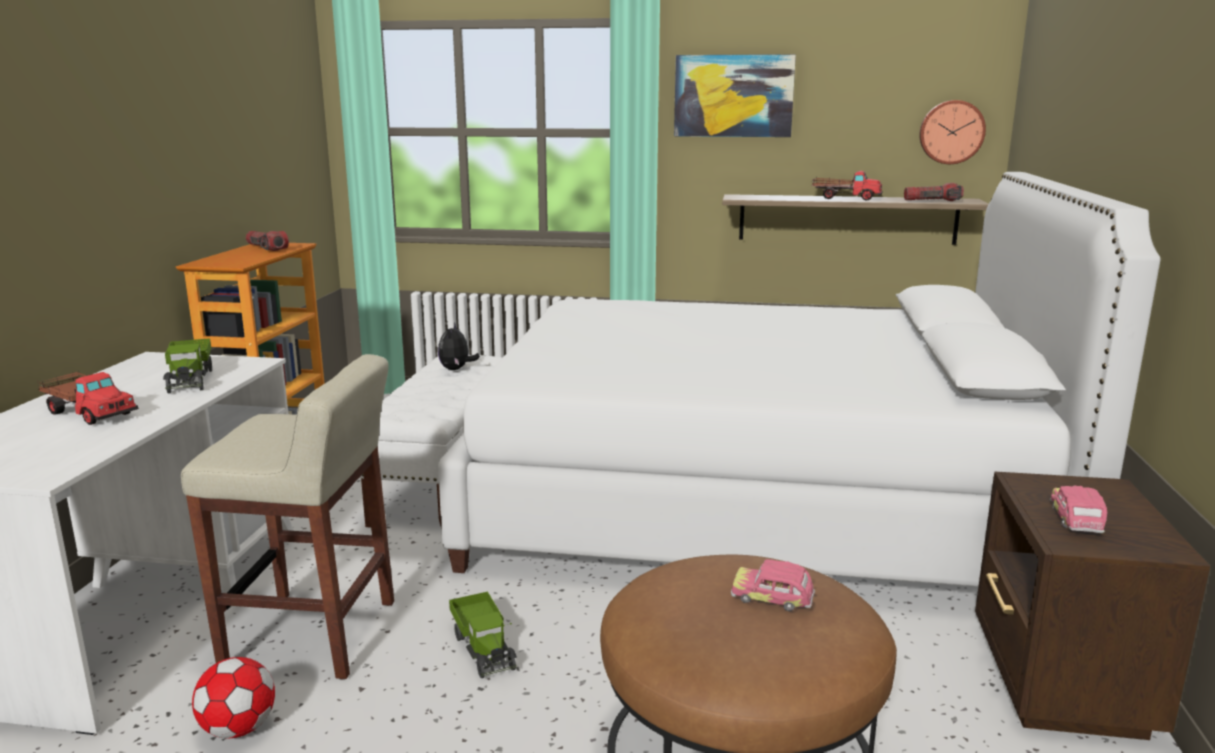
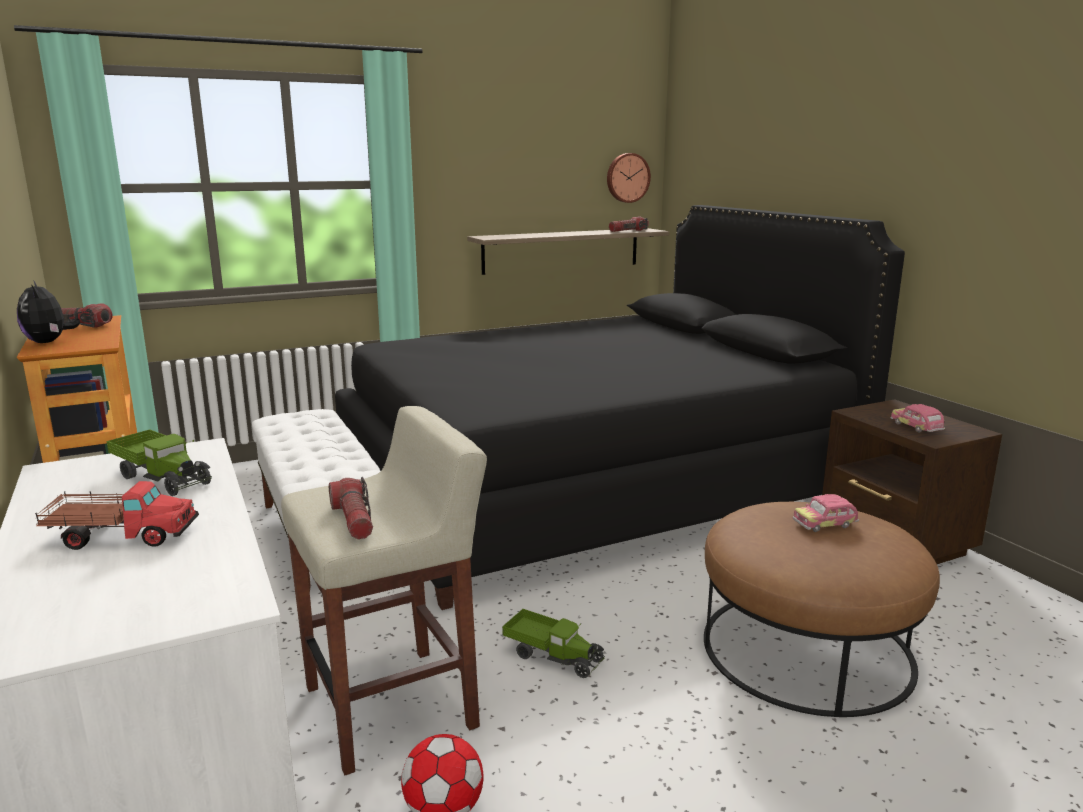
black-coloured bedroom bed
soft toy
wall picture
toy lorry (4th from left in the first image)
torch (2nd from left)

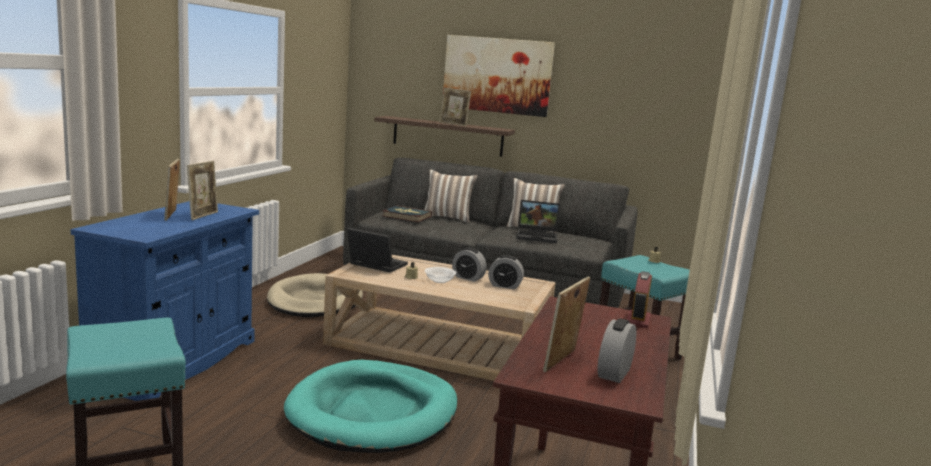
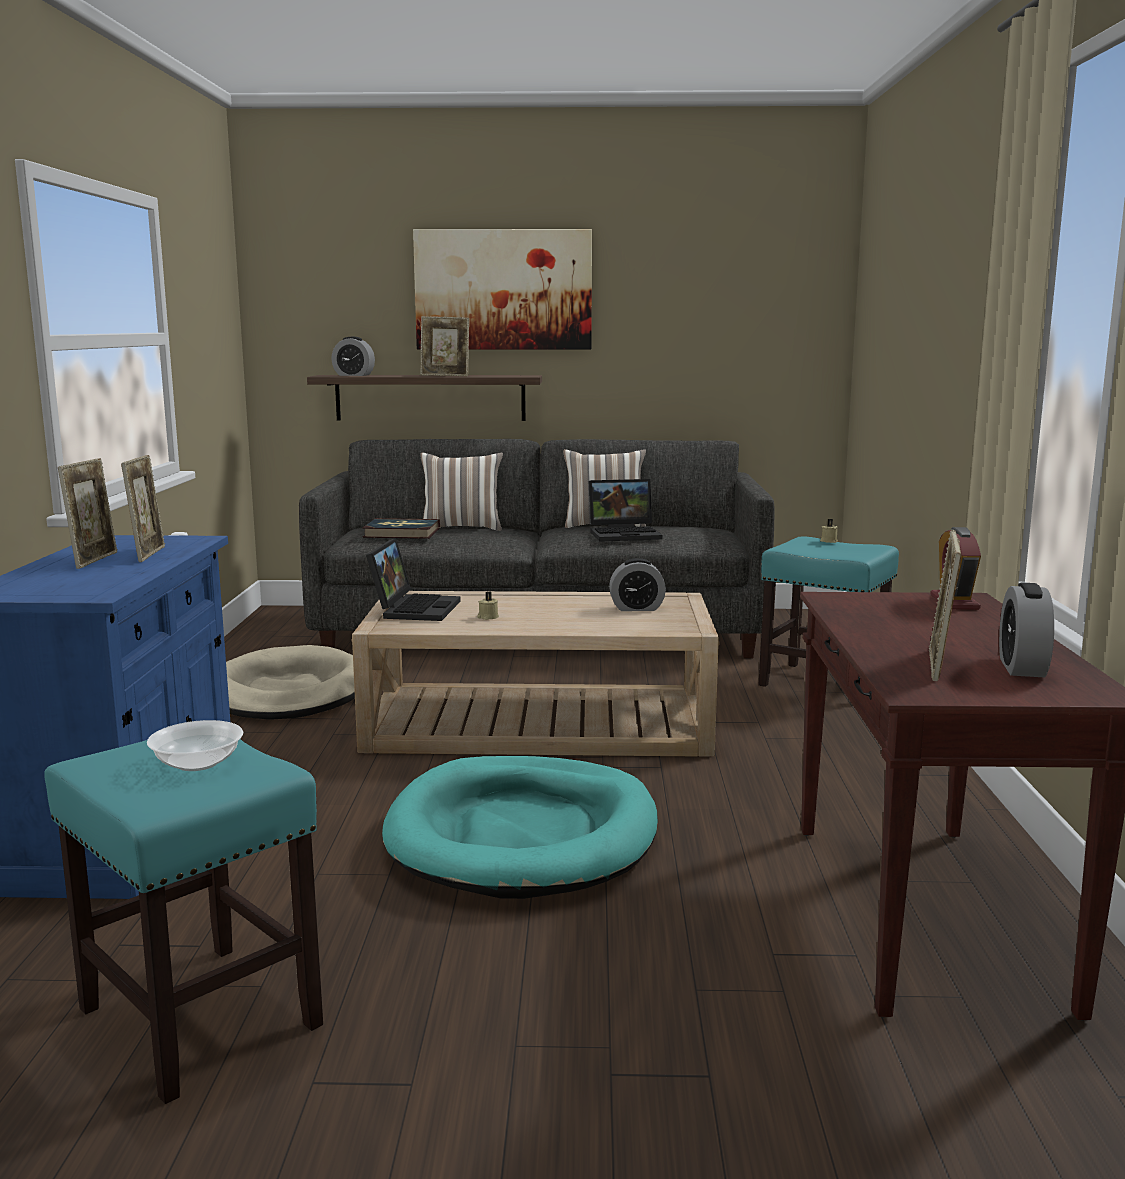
photo frame (1st from left)
laptop (1st from left)
bowl
table clock (1st from left)

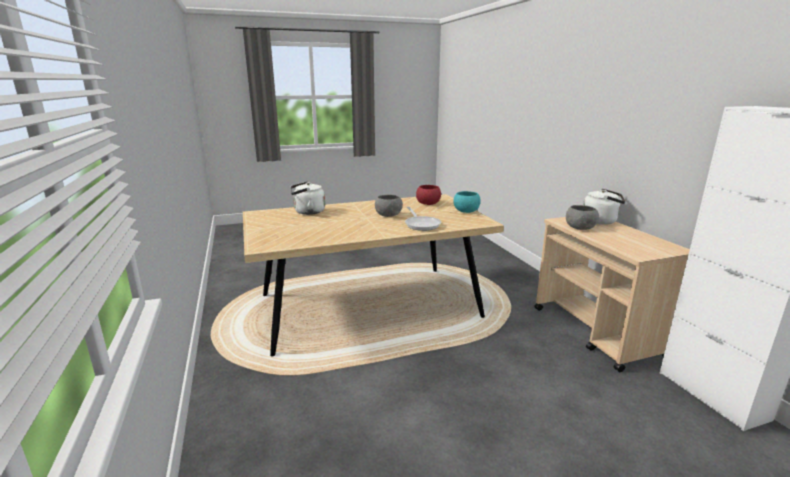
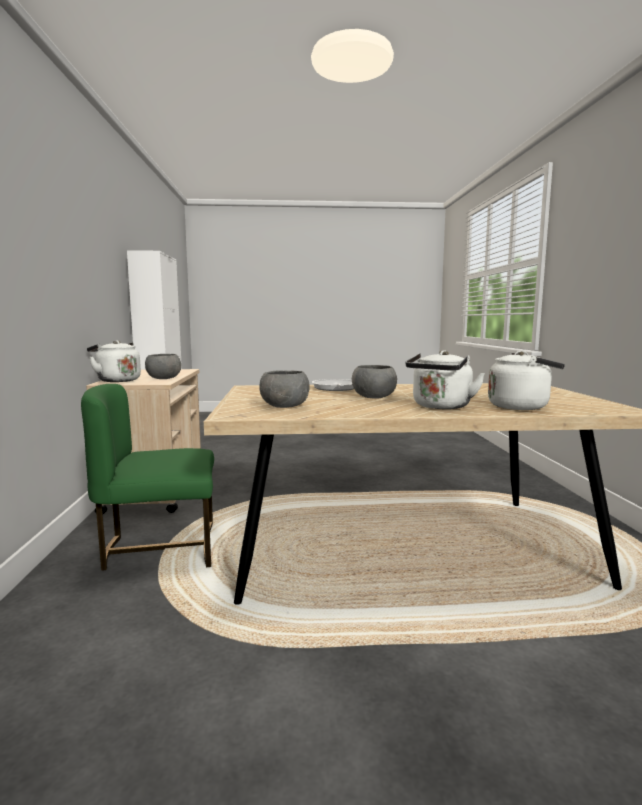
gray bowl (2nd from left)
blue-green bowl
green-coloured plain chair
white-coloured water kettle (2nd from left)

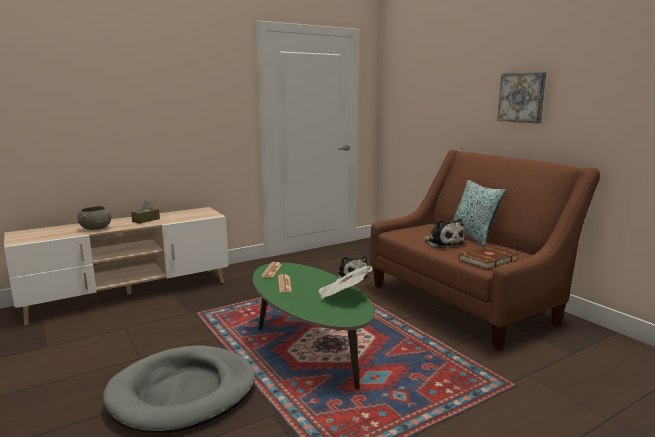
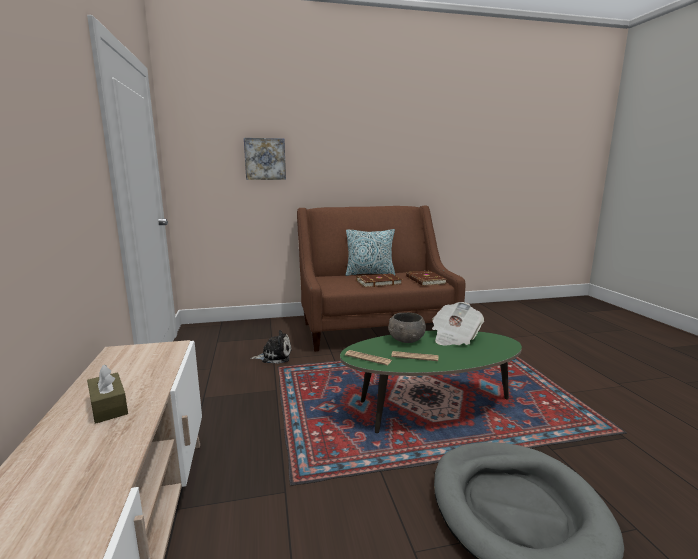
gray bowl
brownish volume (1st from left)
wall picture

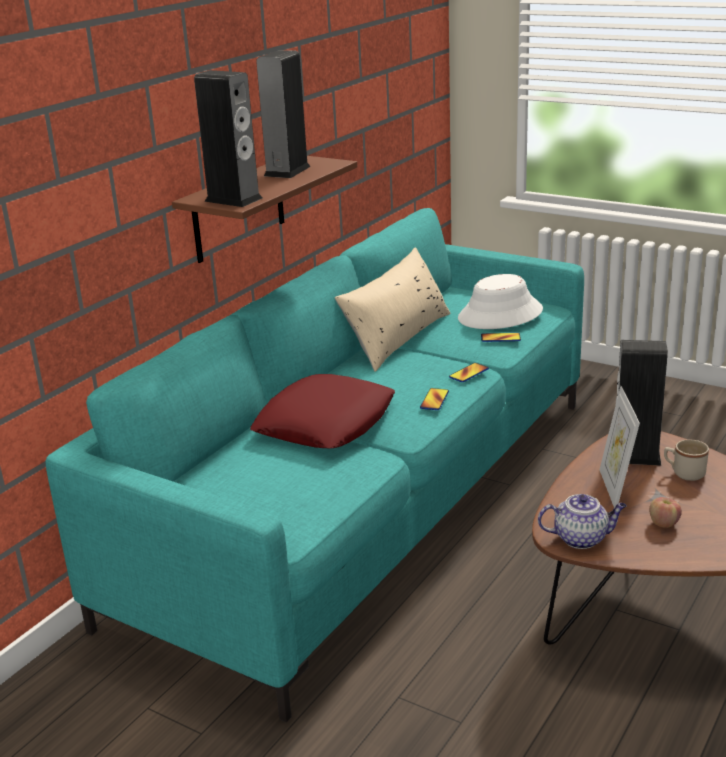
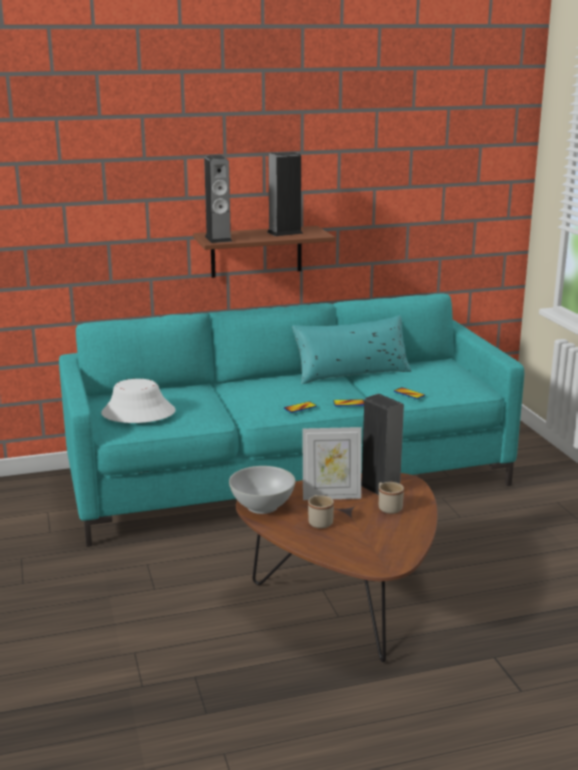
reddish cushion
blue-green cushion
white-coloured clothing hat
white-coloured bowl
photo frame
beige coffee mug (1st from left)

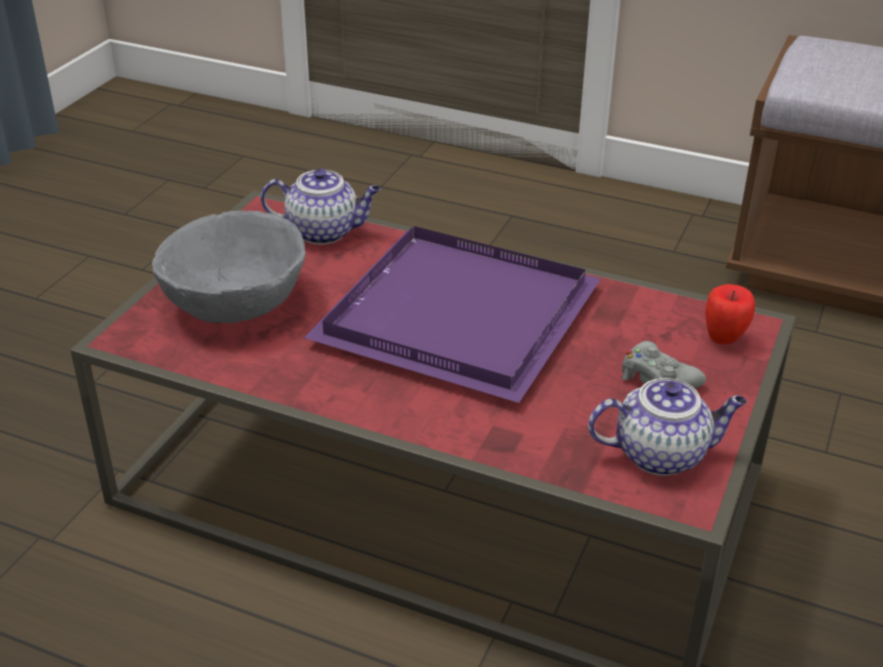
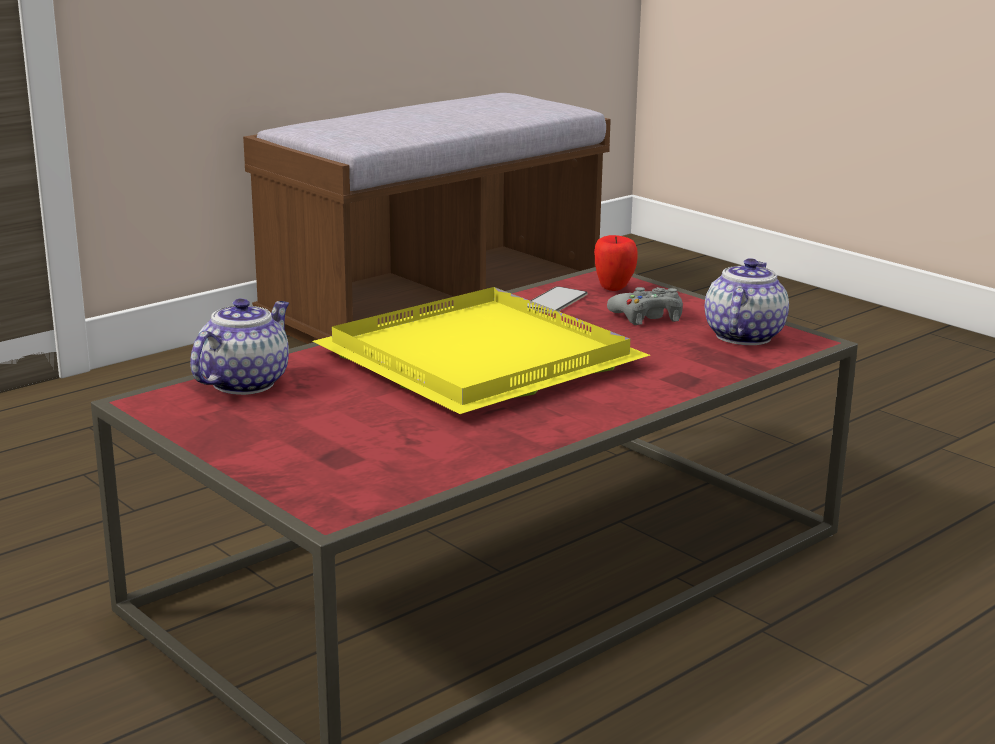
gray bowl
yellow-coloured tray
telephone

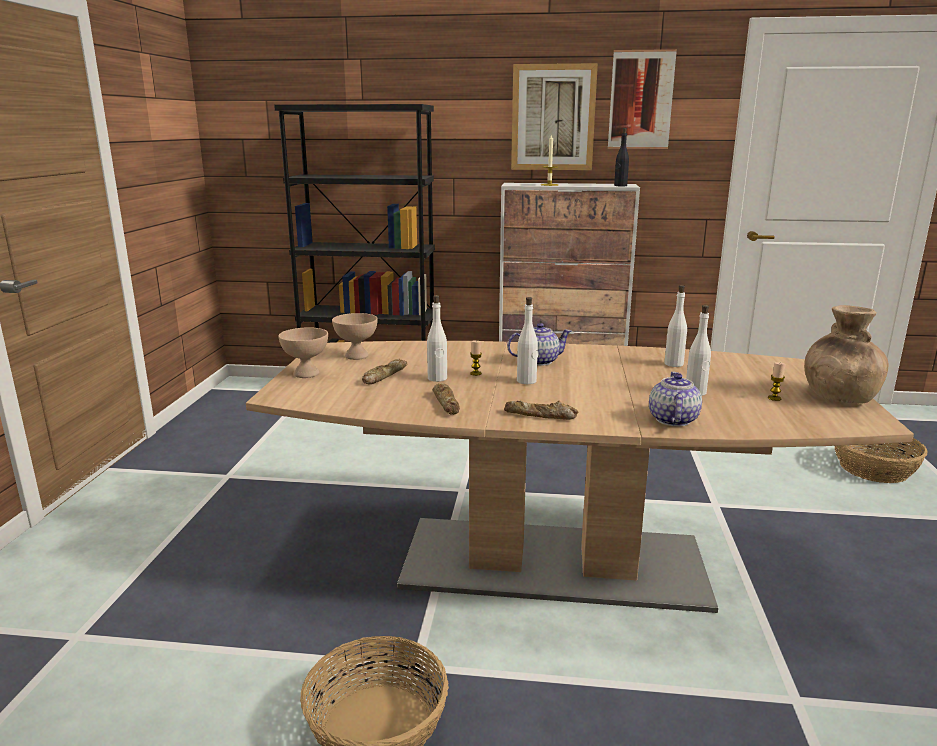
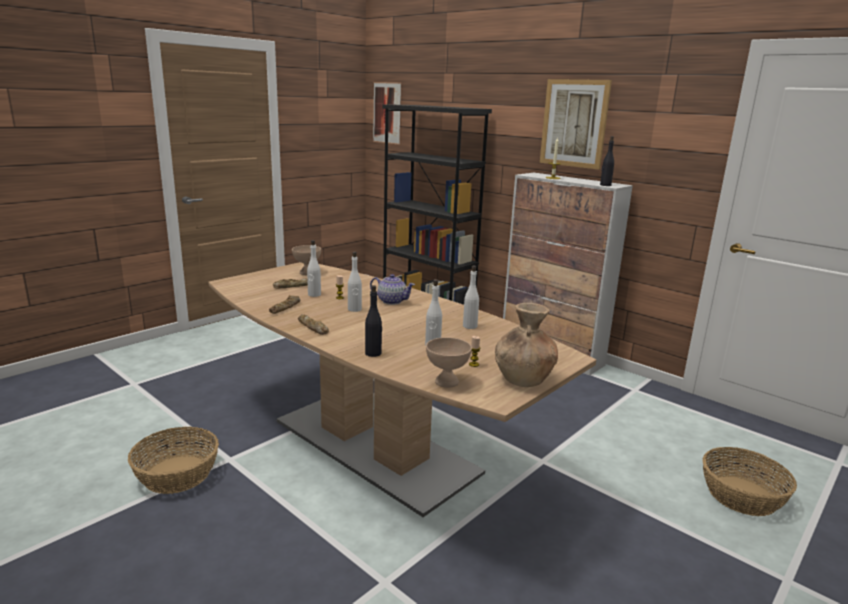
beige bowl (2nd from left)
wall picture (1st from left)
black-coloured beverage bottle (1st from left)

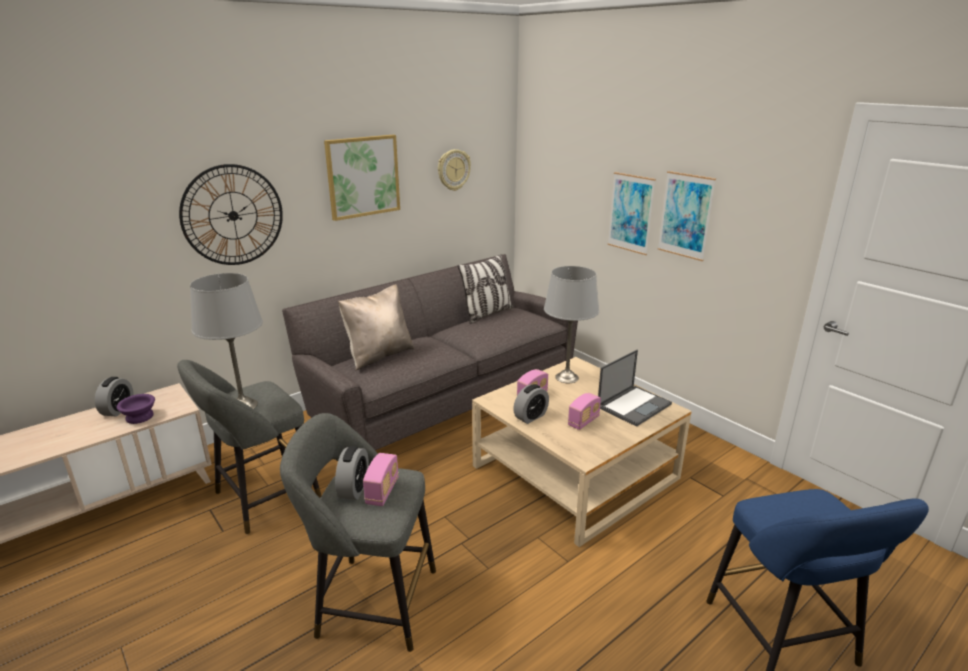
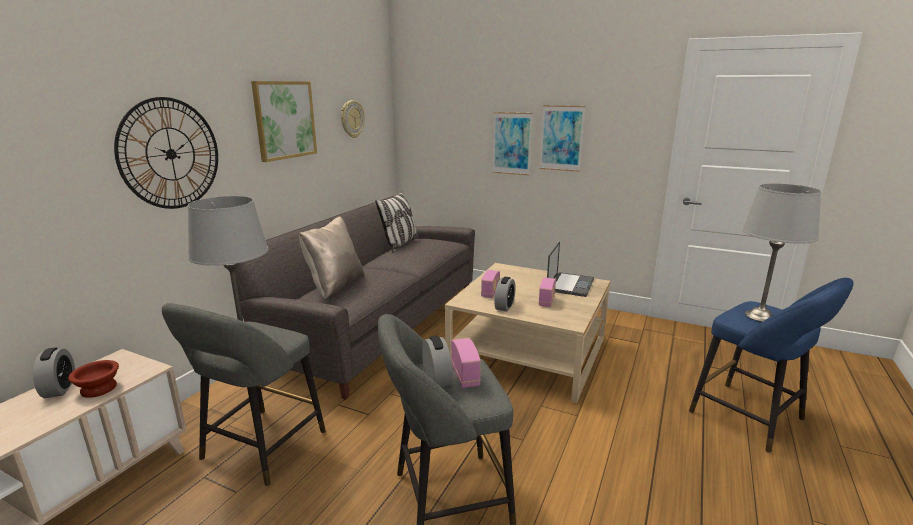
brownish bowl
gray tabletop lamp (2nd from left)

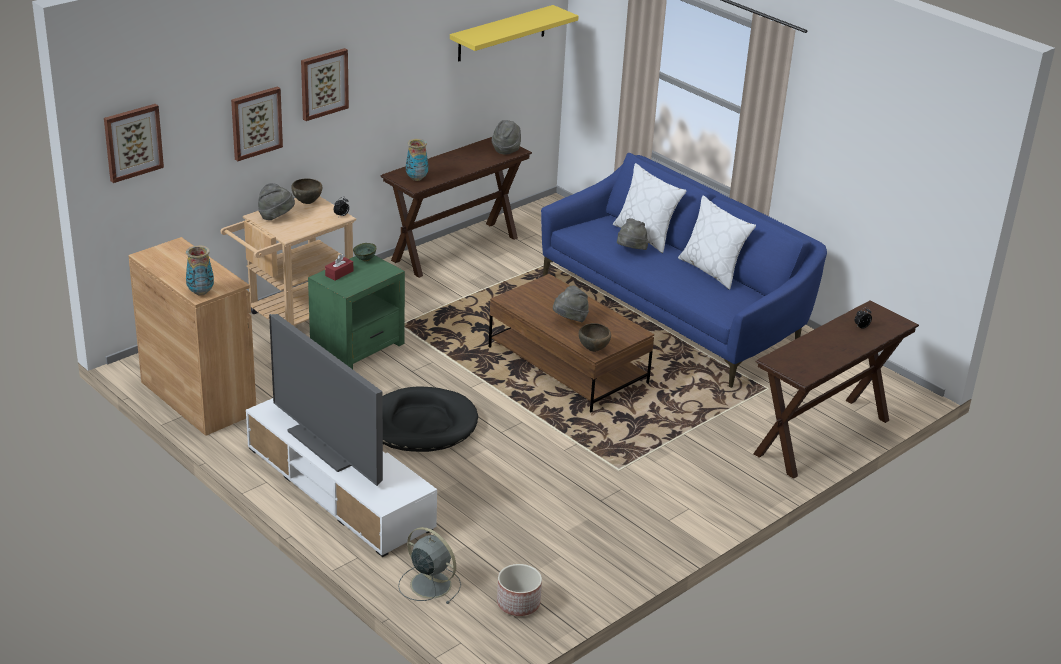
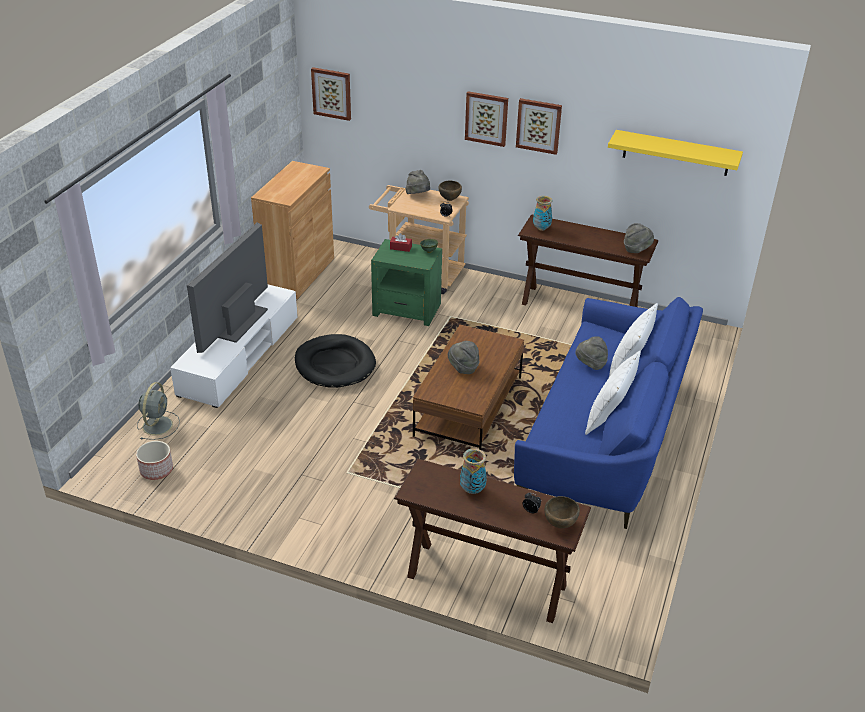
vase (1st from left)
wall picture (3rd from left)
brownish bowl (2nd from left)

